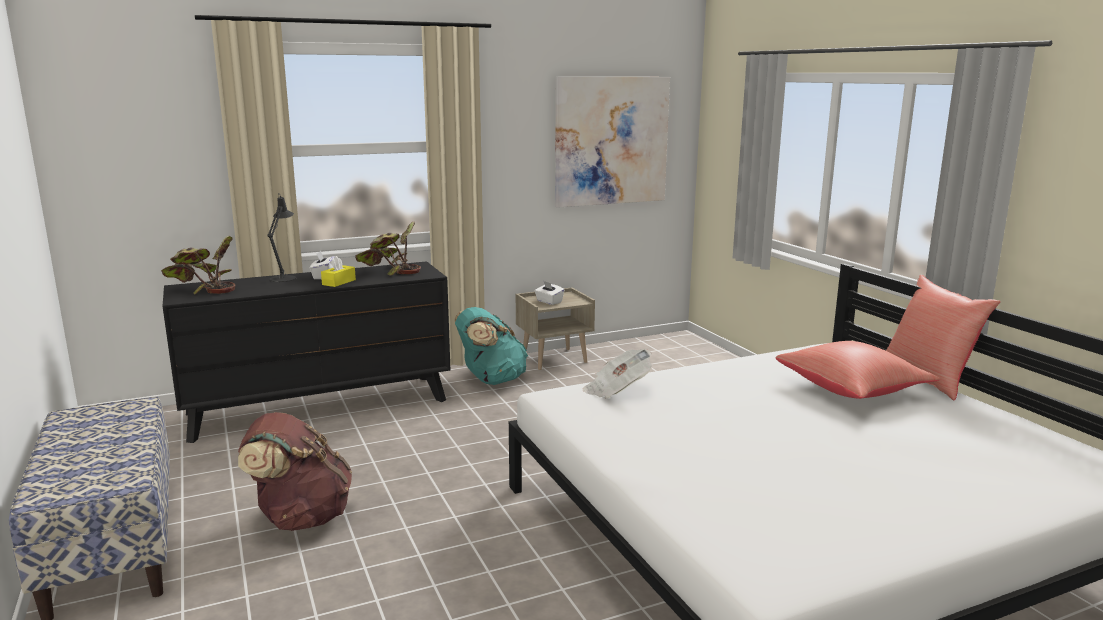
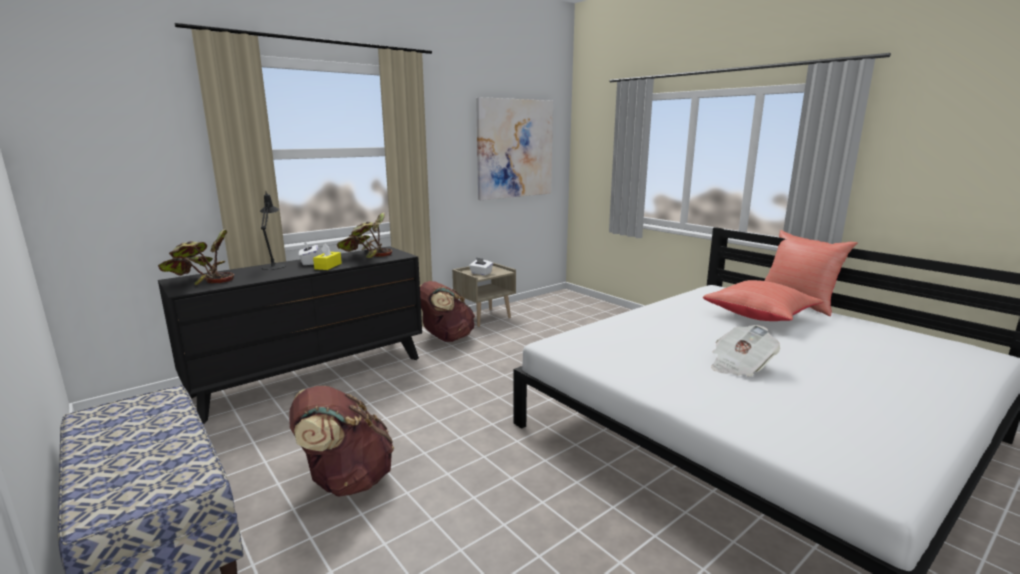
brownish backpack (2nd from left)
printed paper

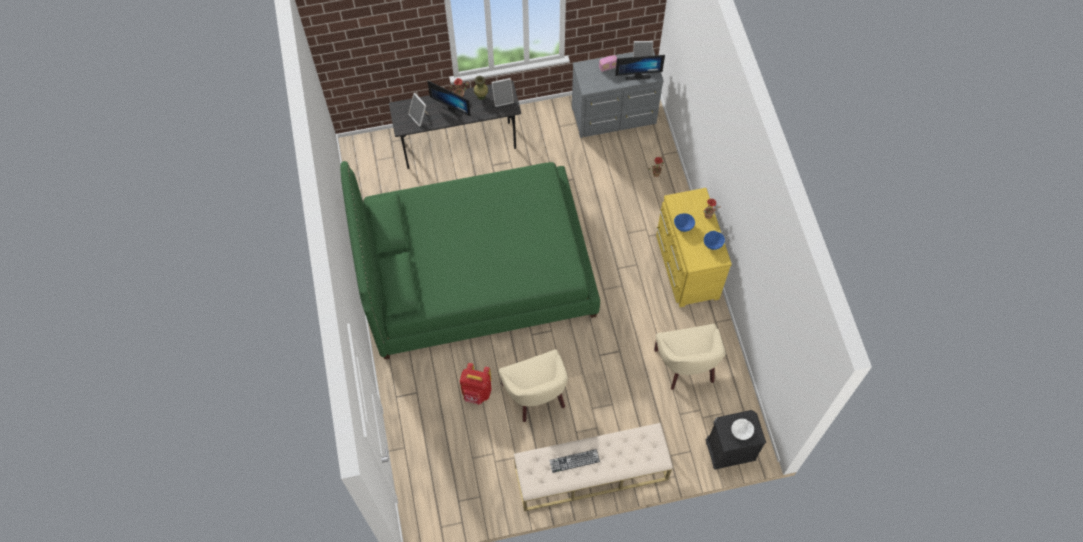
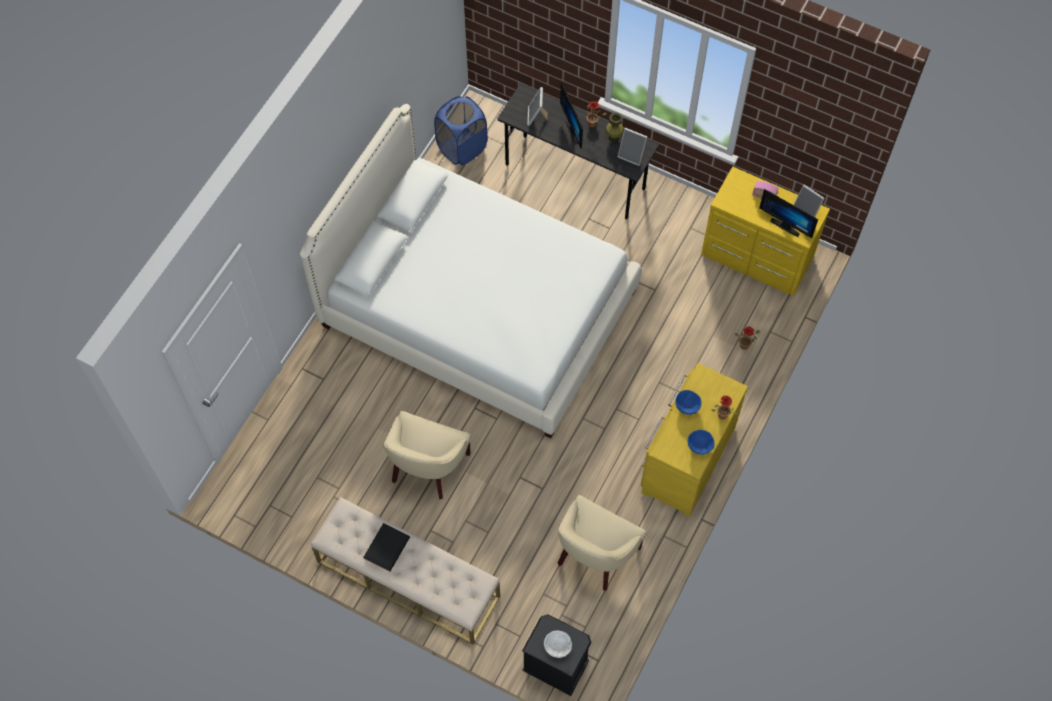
white-coloured bedroom bed
reddish backpack
black-coloured volume
yellow-coloured chest of drawers (2nd from left)
blue laundry basket

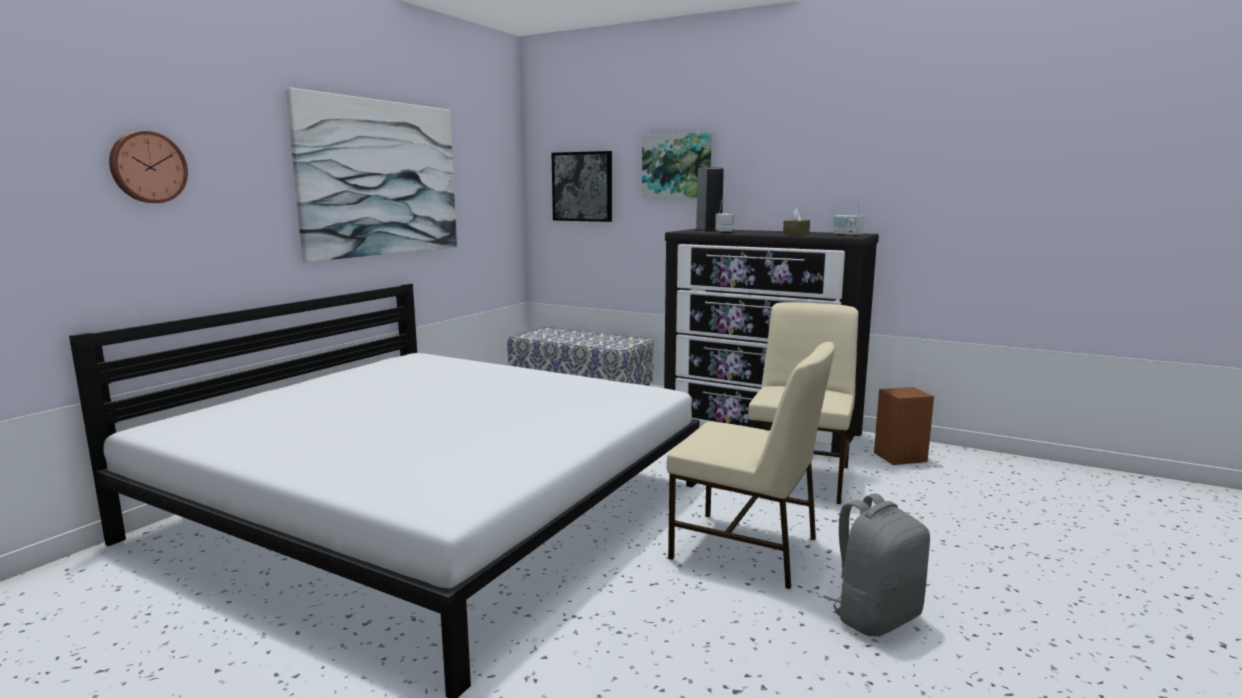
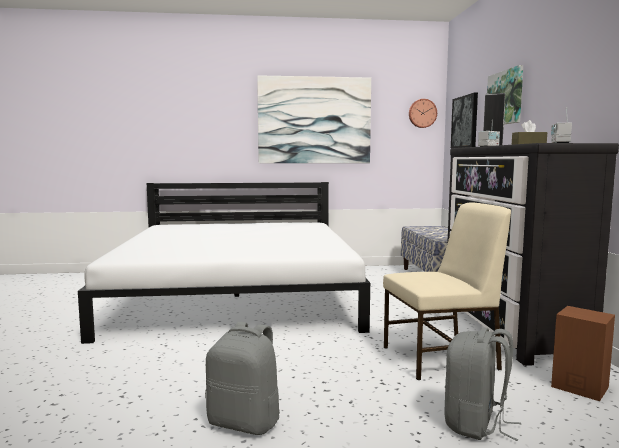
clock on the wall
beige plain chair (1st from left in the first image)
gray backpack (2nd from left)

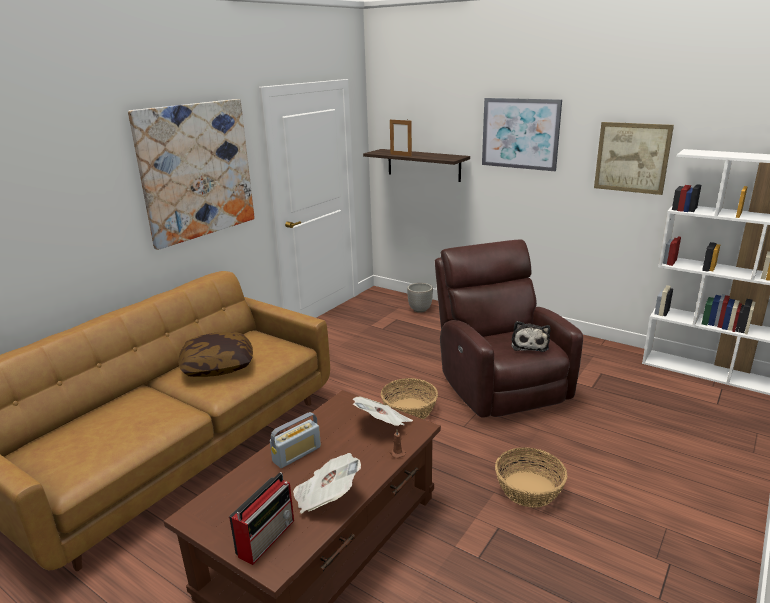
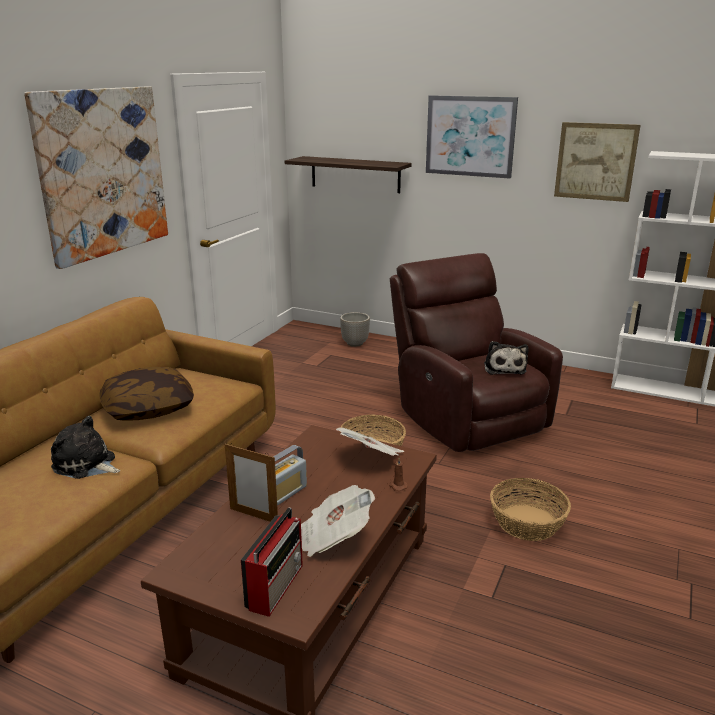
photo frame
soft toy (1st from left)

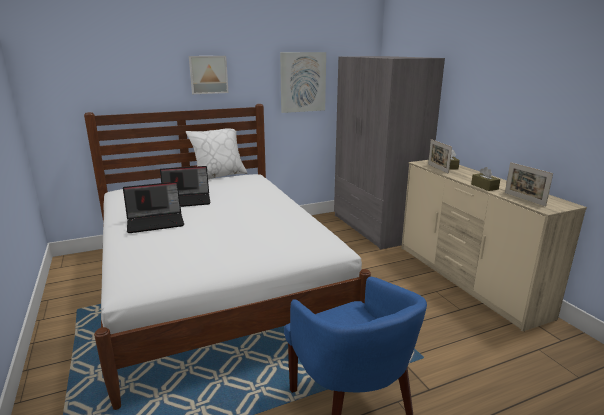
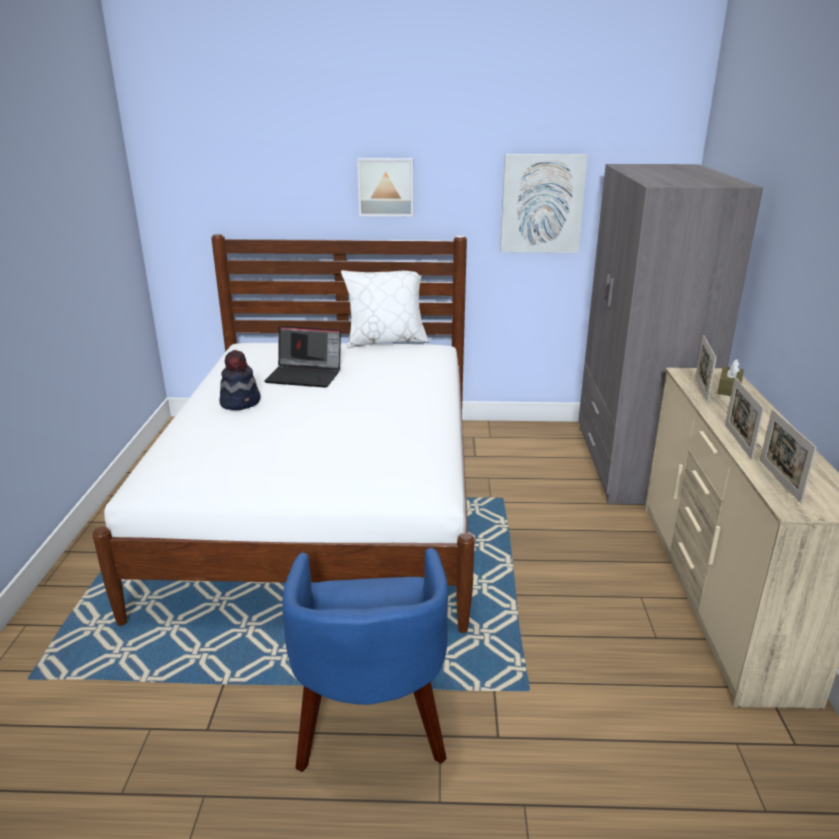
clothing hat
photo frame (2nd from left)

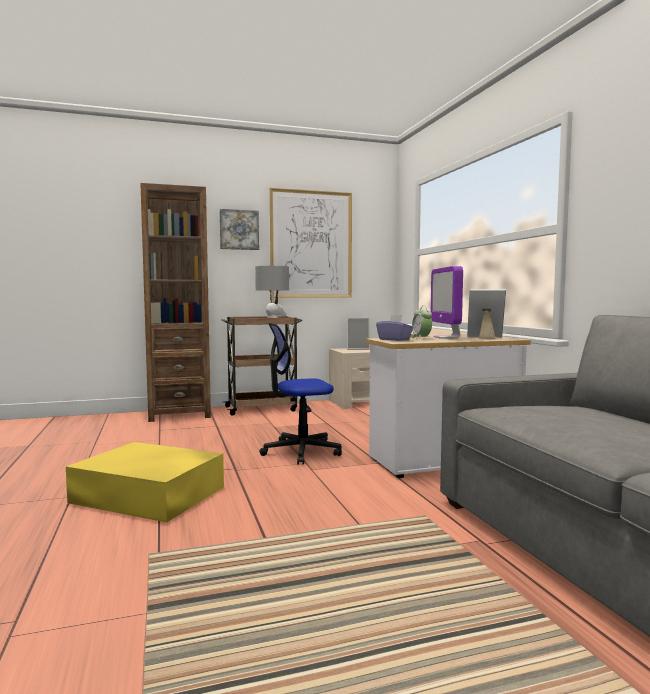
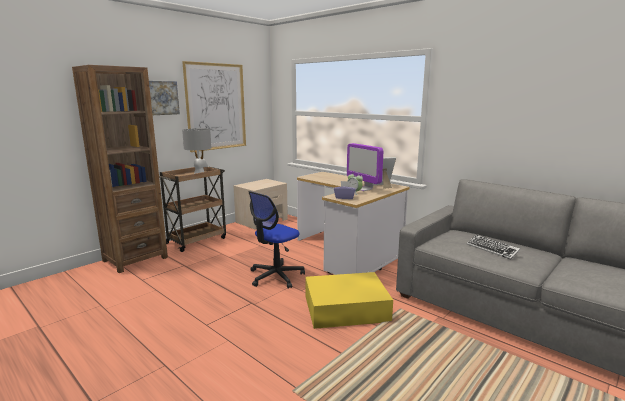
yellow-coloured storage bin
photo frame (1st from left in the first image)
keyboard

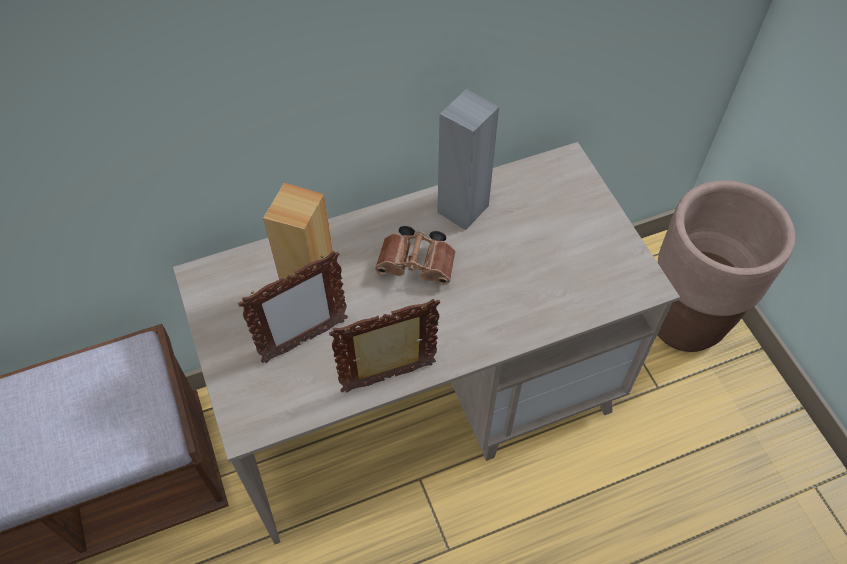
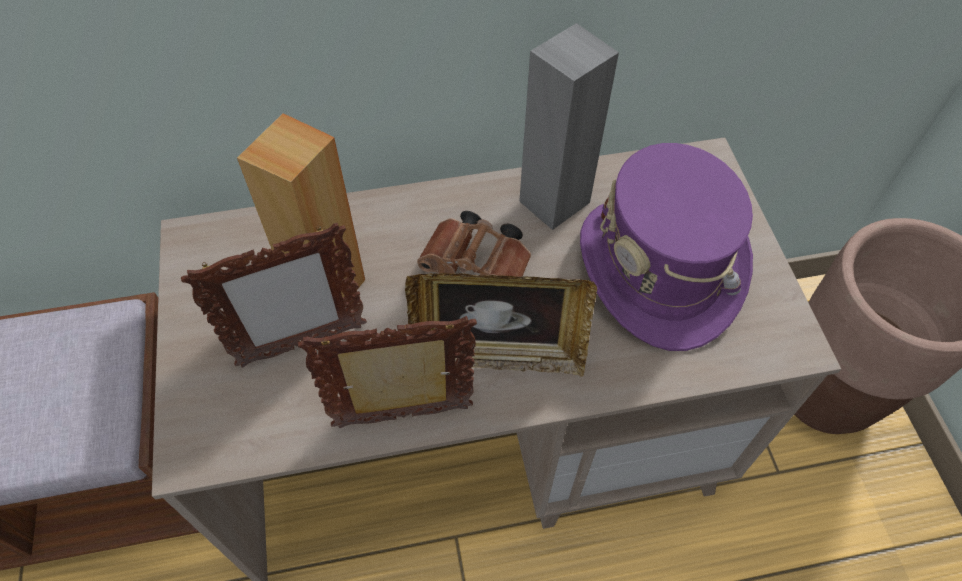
photo frame (3rd from left)
purple-coloured clothing hat

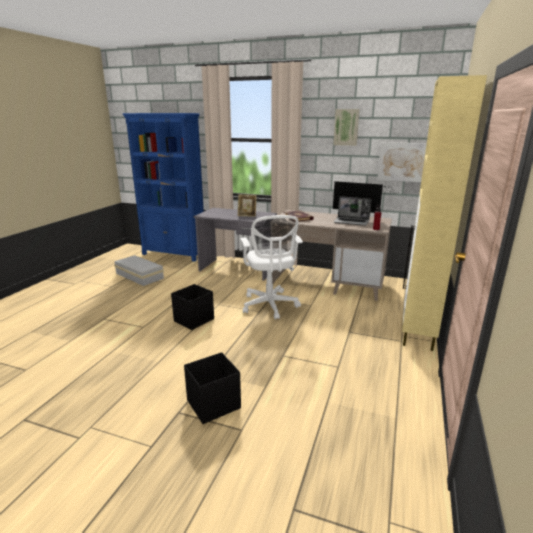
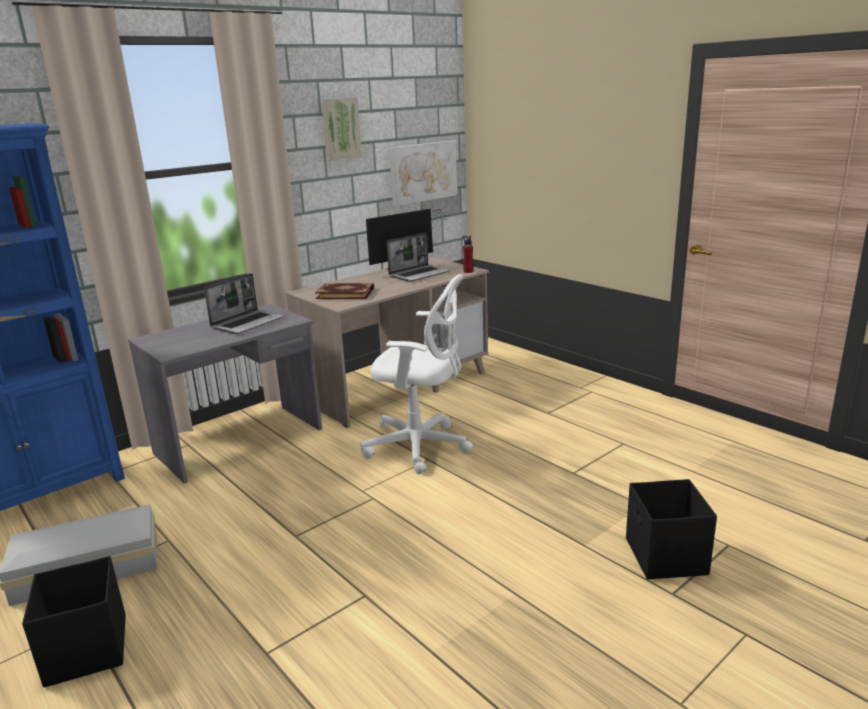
black-coloured storage bin (1st from left)
laptop (1st from left)
beige cupboard

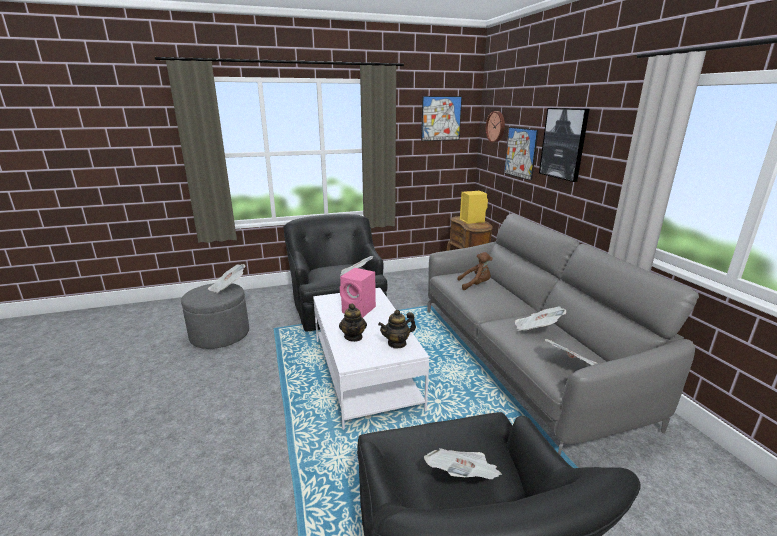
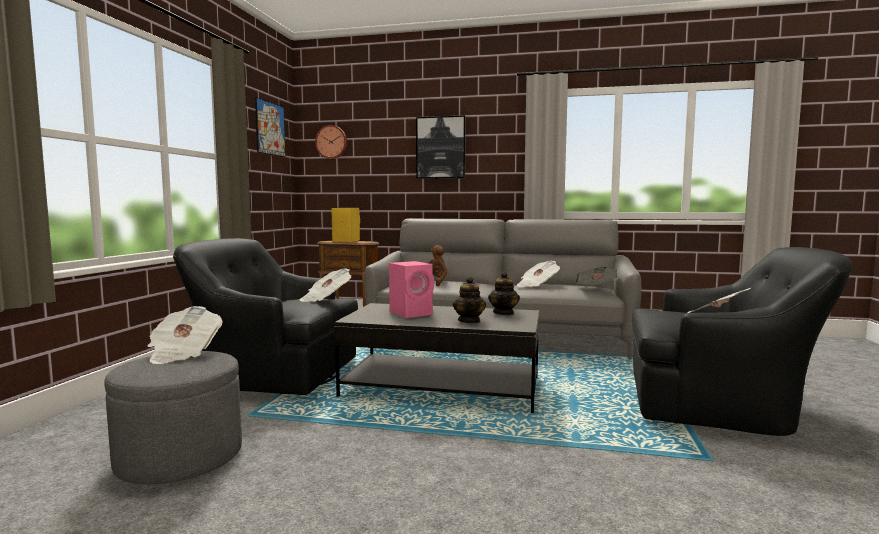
black-coloured coffee table
teapot (1st from left)
wall picture (2nd from left in the first image)

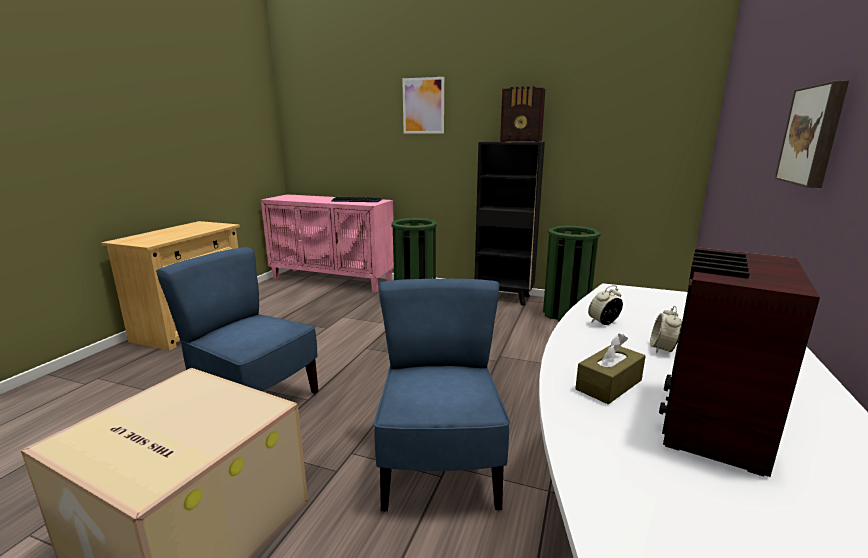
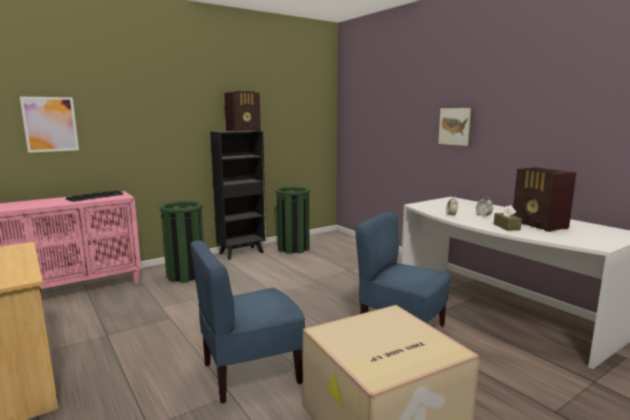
wall picture (1st from left)

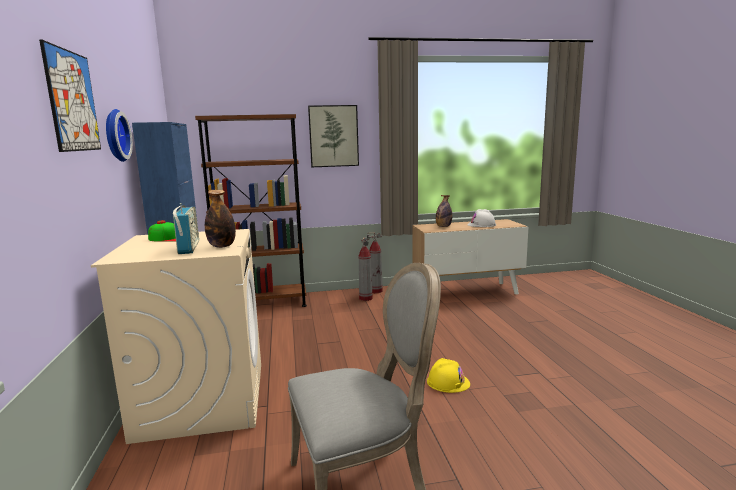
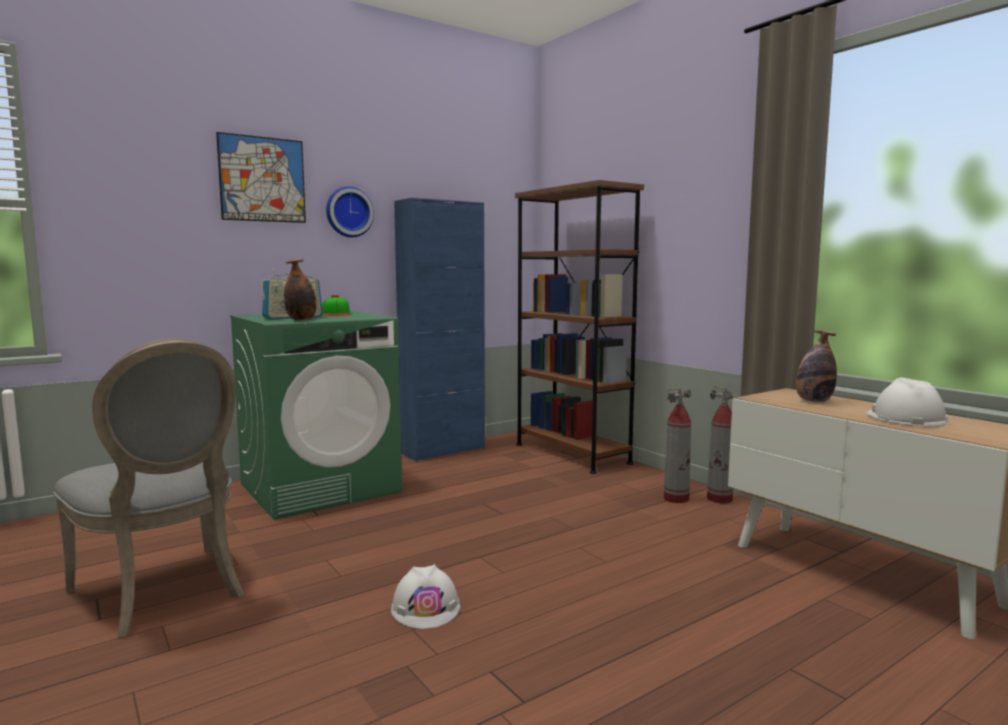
green-coloured washing machine
wall picture (2nd from left in the first image)
white-coloured work helmet (1st from left)

